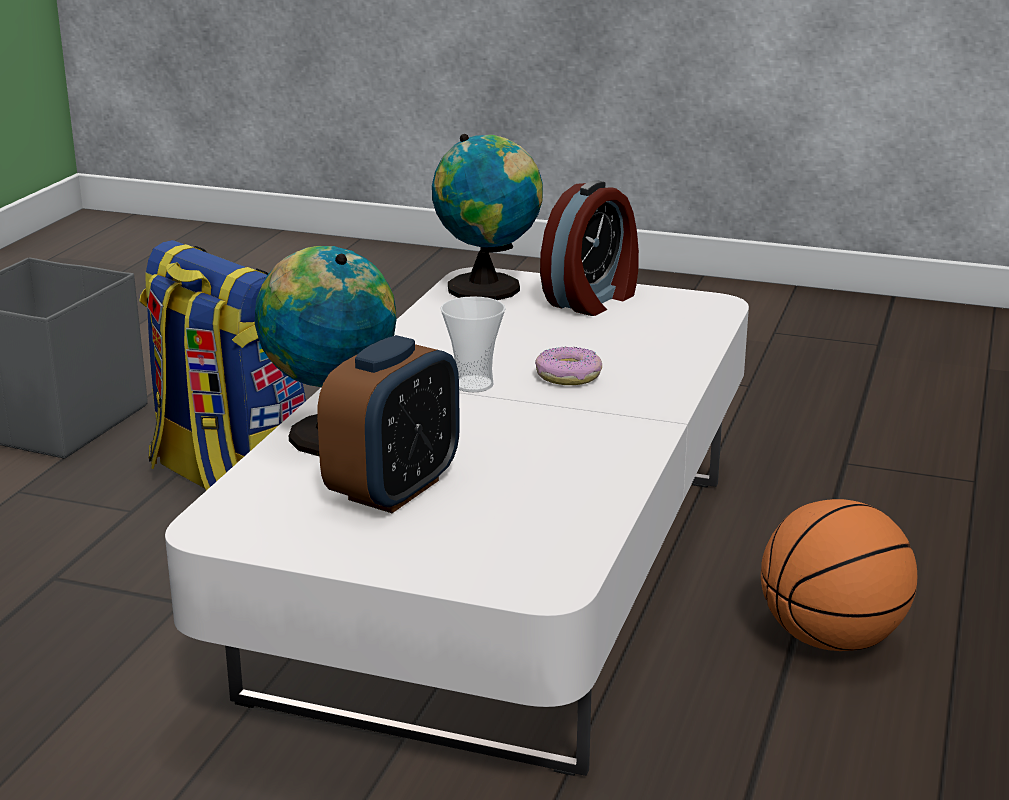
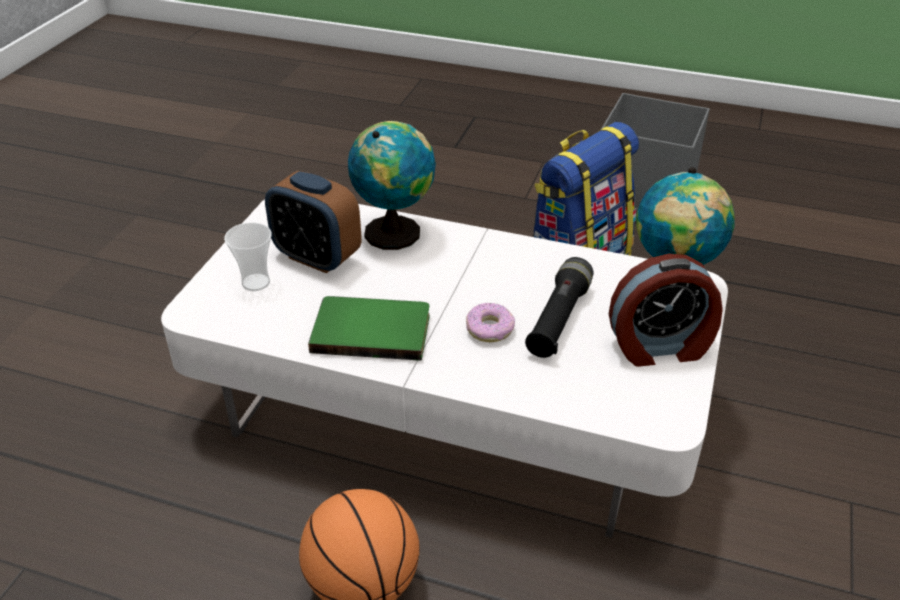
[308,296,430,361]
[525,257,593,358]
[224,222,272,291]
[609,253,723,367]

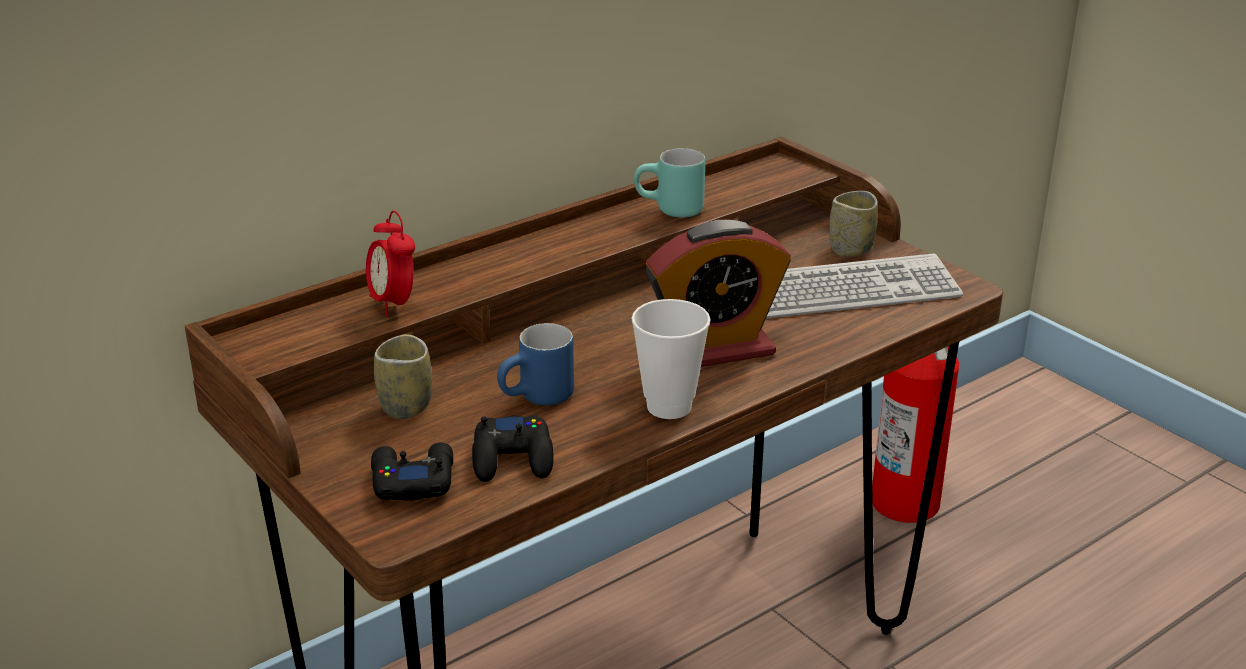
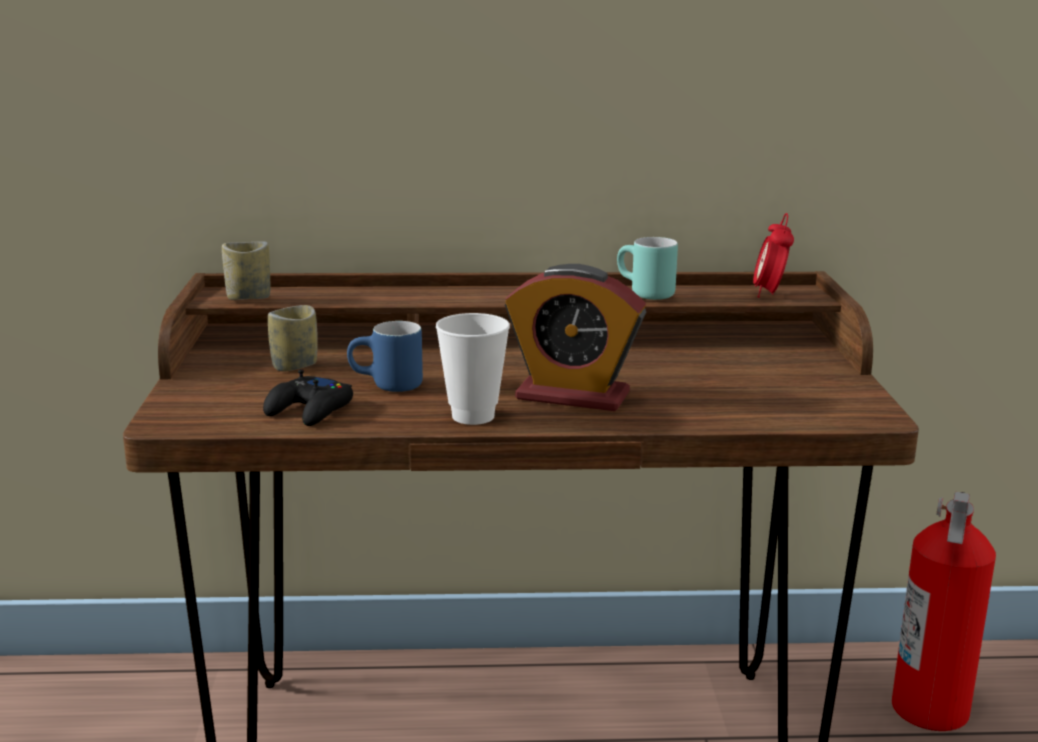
[371,443,453,501] (first image)
[766,254,963,319] (first image)
[753,213,794,298]
[222,241,270,300]

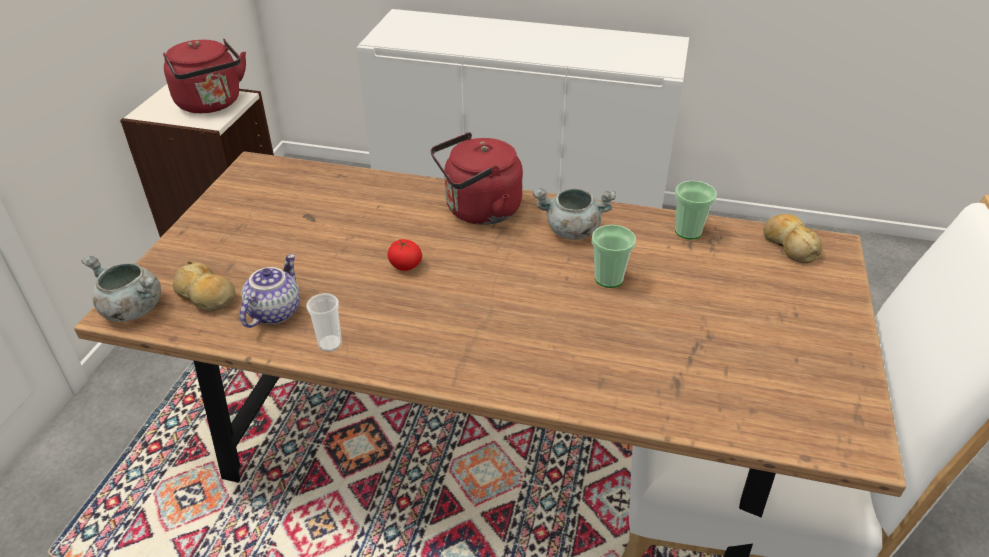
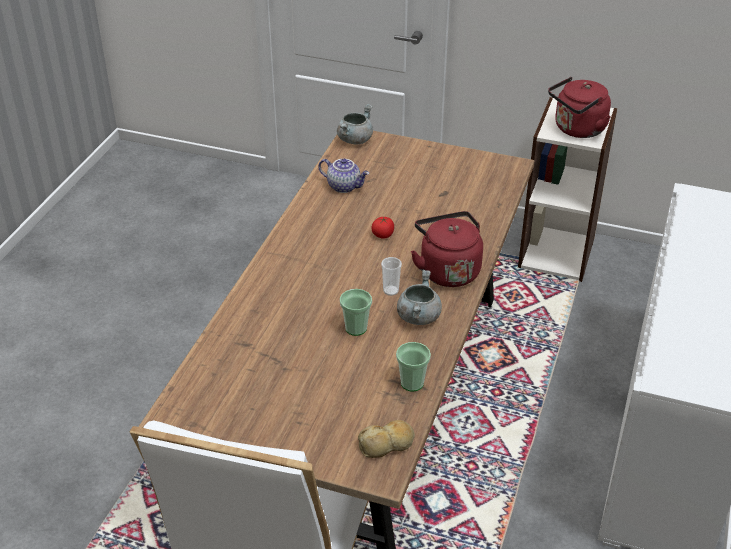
[173,261,236,311] (first image)
[381,257,402,296]

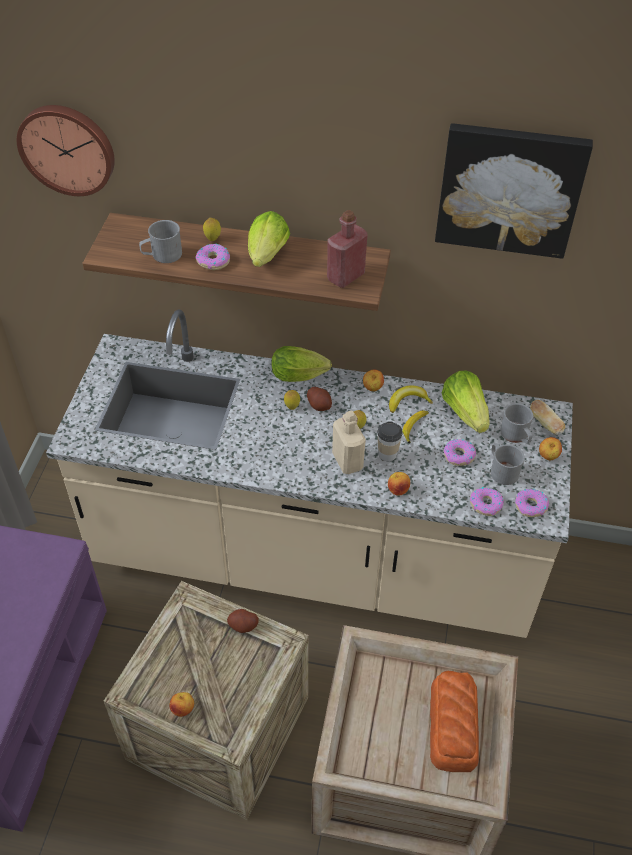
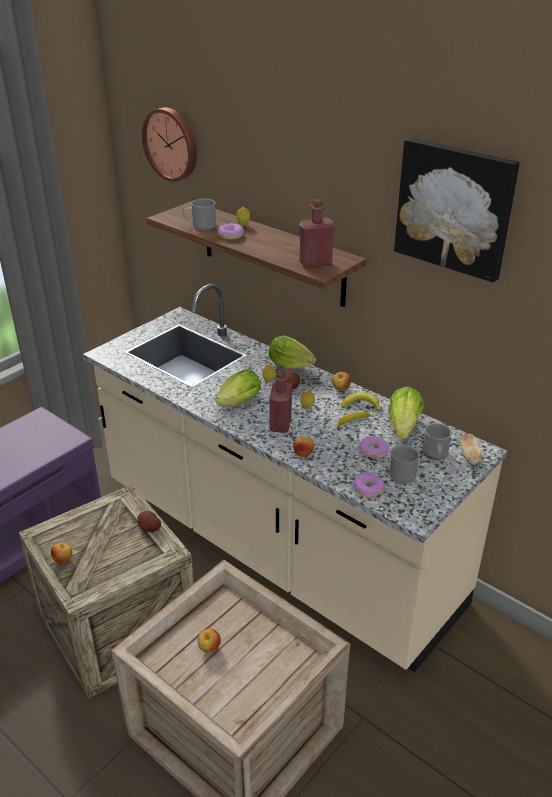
[377,421,402,461] (first image)
[430,671,479,772] (first image)
[515,489,549,517] (first image)
[215,370,261,406]
[198,629,221,652]
[269,370,292,433]

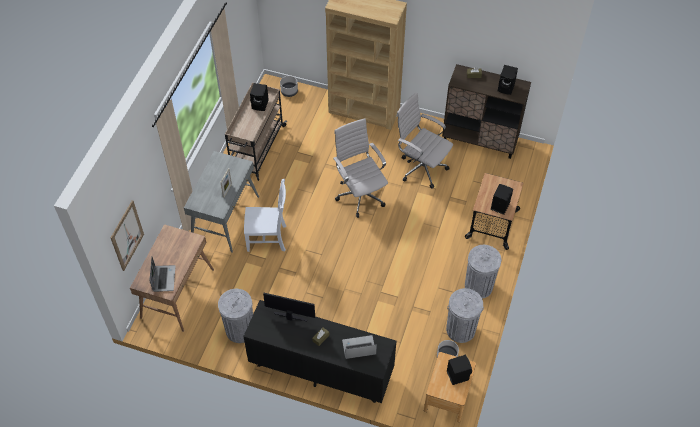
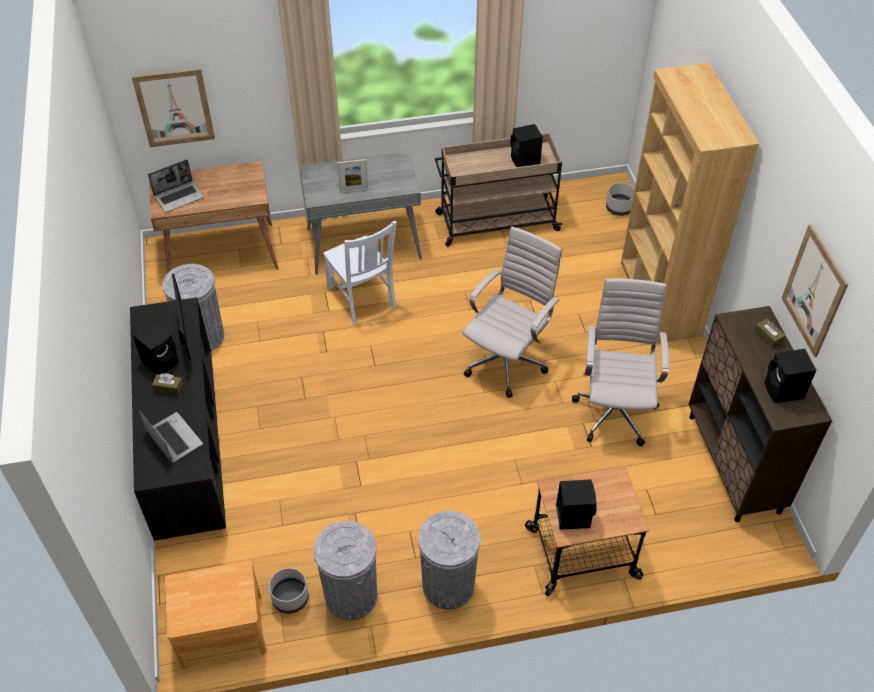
[782,225,848,357]
[133,321,179,374]

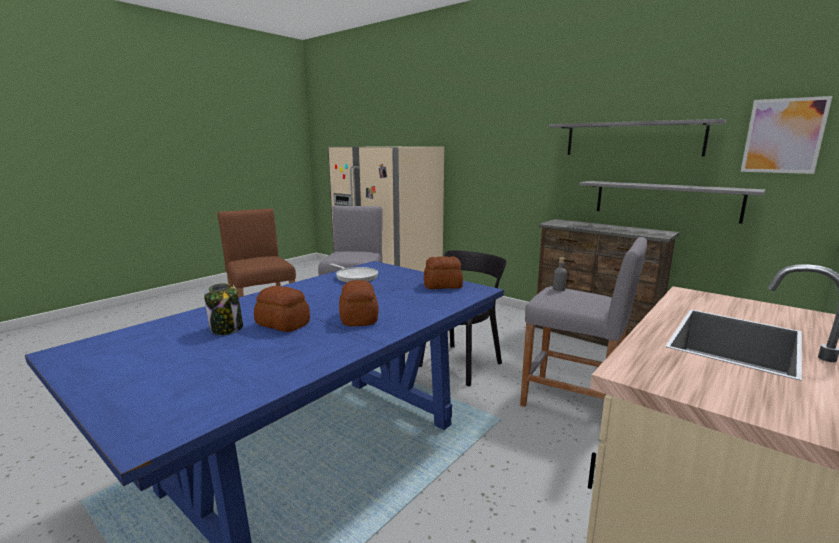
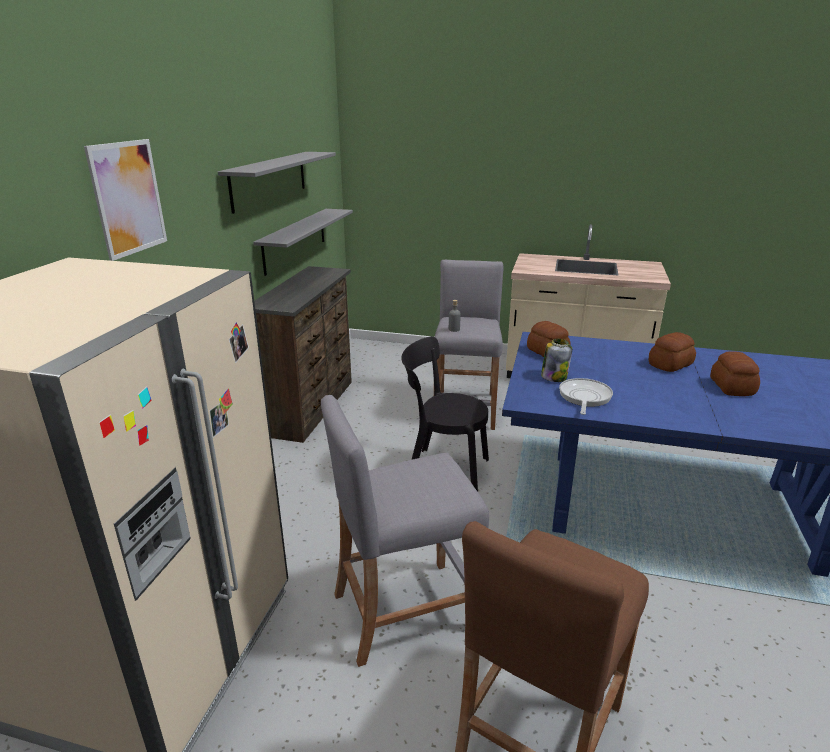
[541,339,572,382]
[84,139,167,261]

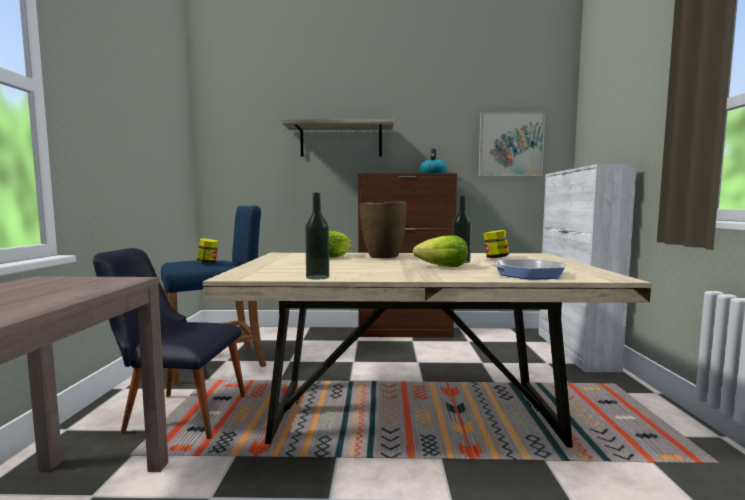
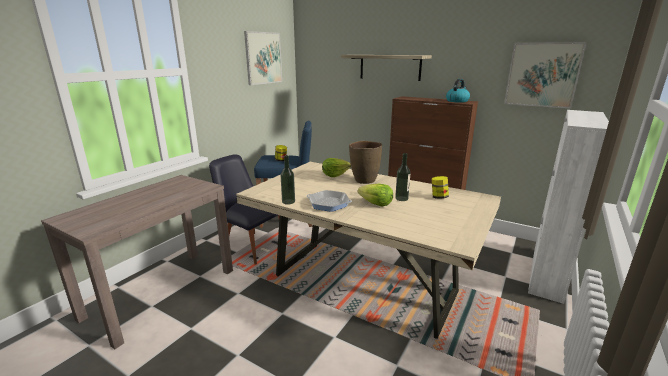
[244,31,282,85]
[307,190,352,212]

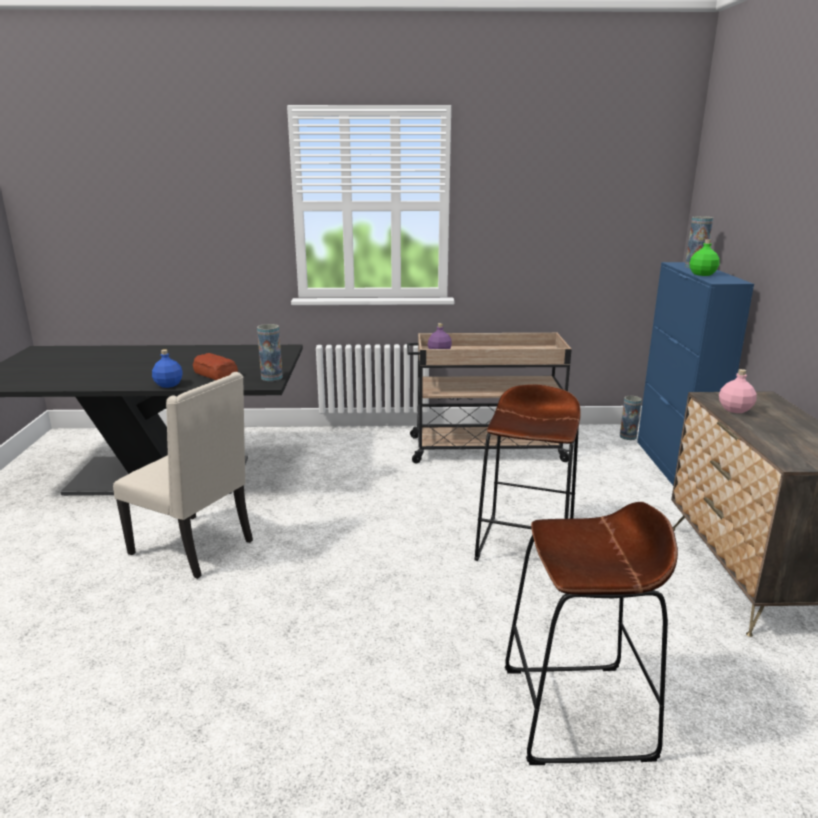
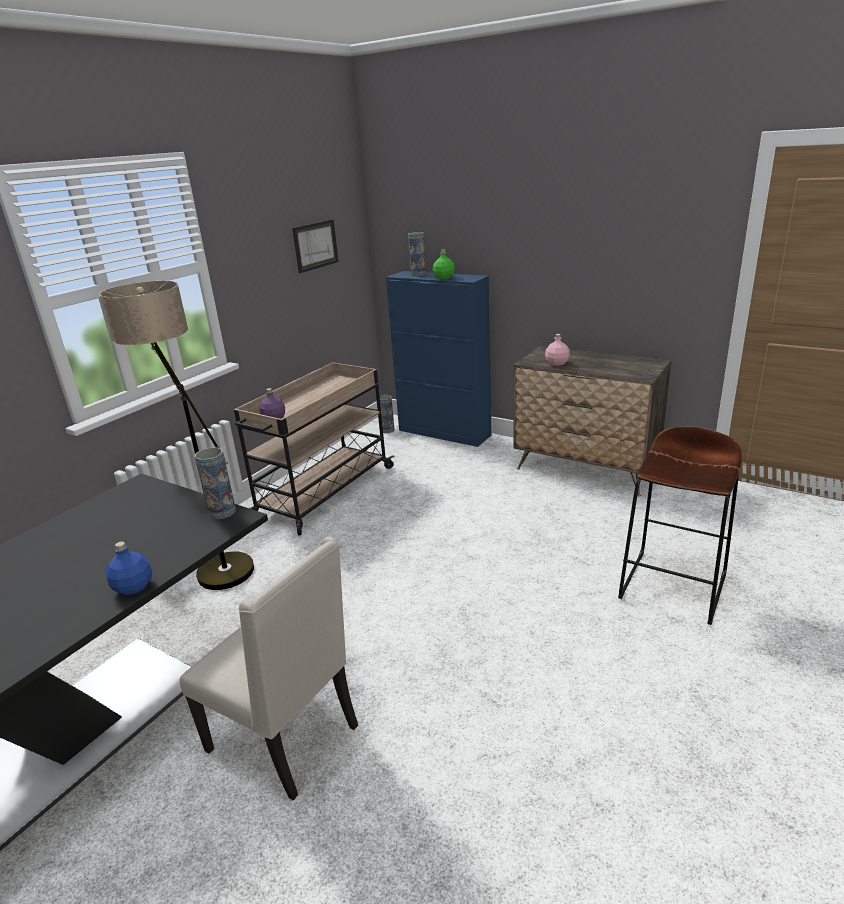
[193,353,238,380] (first image)
[475,384,581,561] (first image)
[99,281,254,590]
[292,219,339,273]
[180,536,358,800]

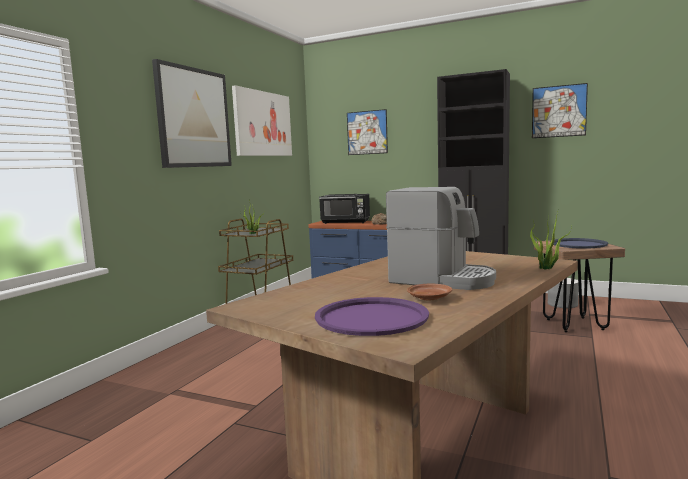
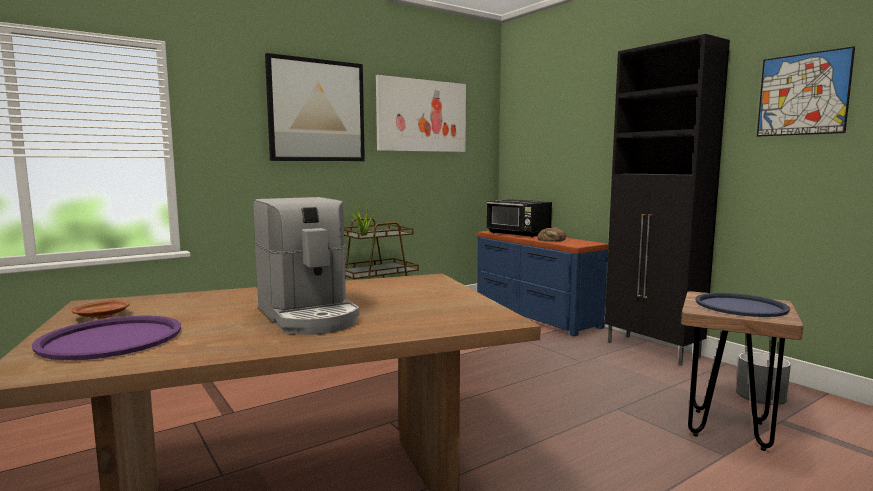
[347,109,388,155] (first image)
[530,212,572,269] (first image)
[71,300,130,319]

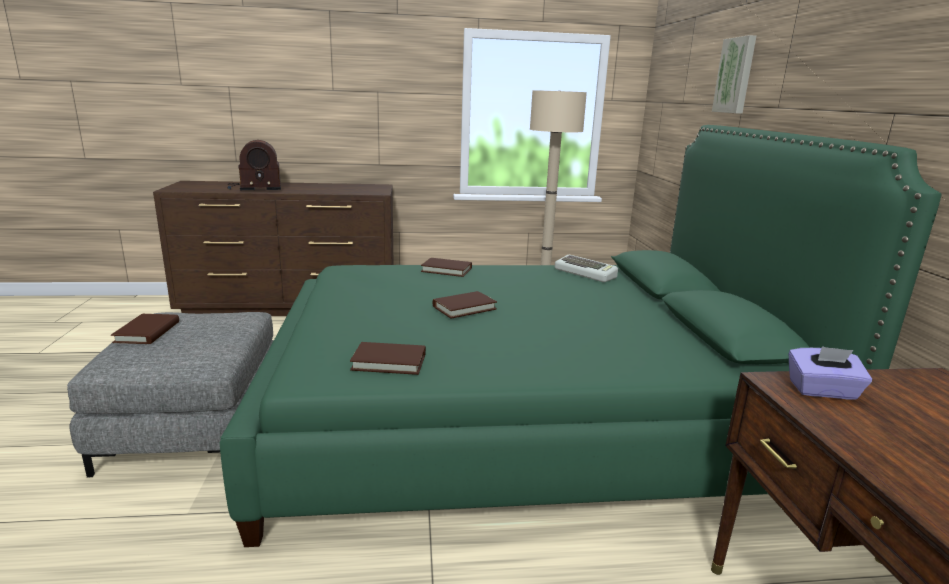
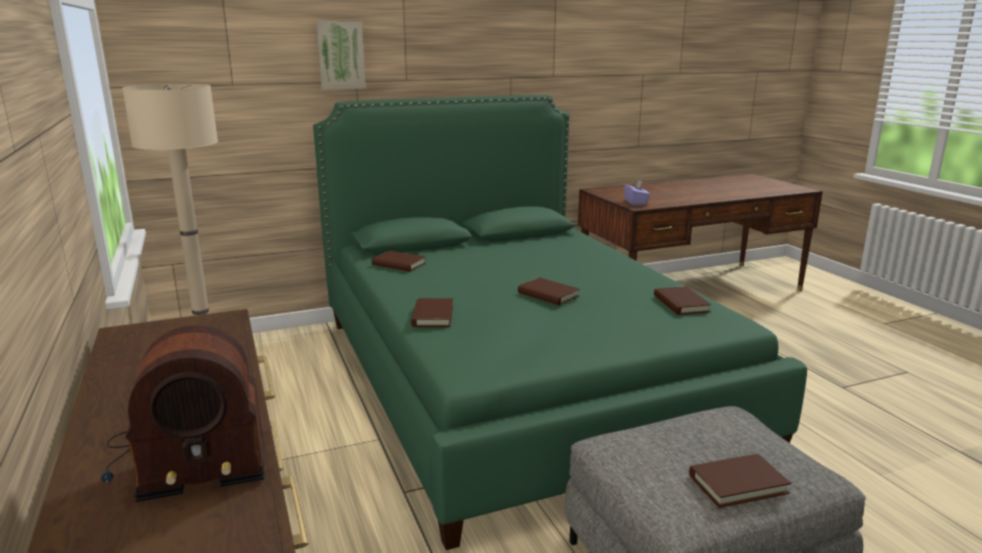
[372,251,426,272]
[101,325,264,502]

